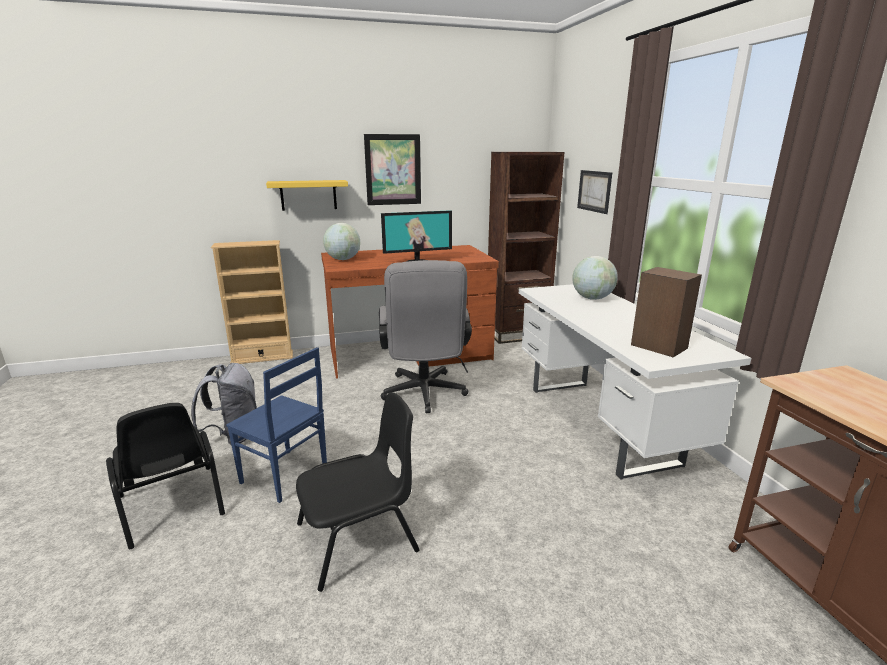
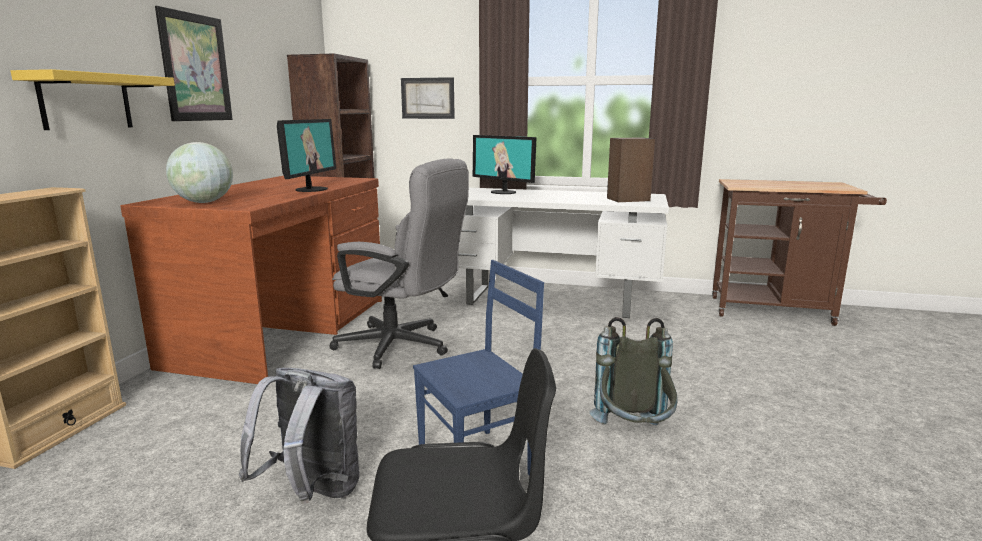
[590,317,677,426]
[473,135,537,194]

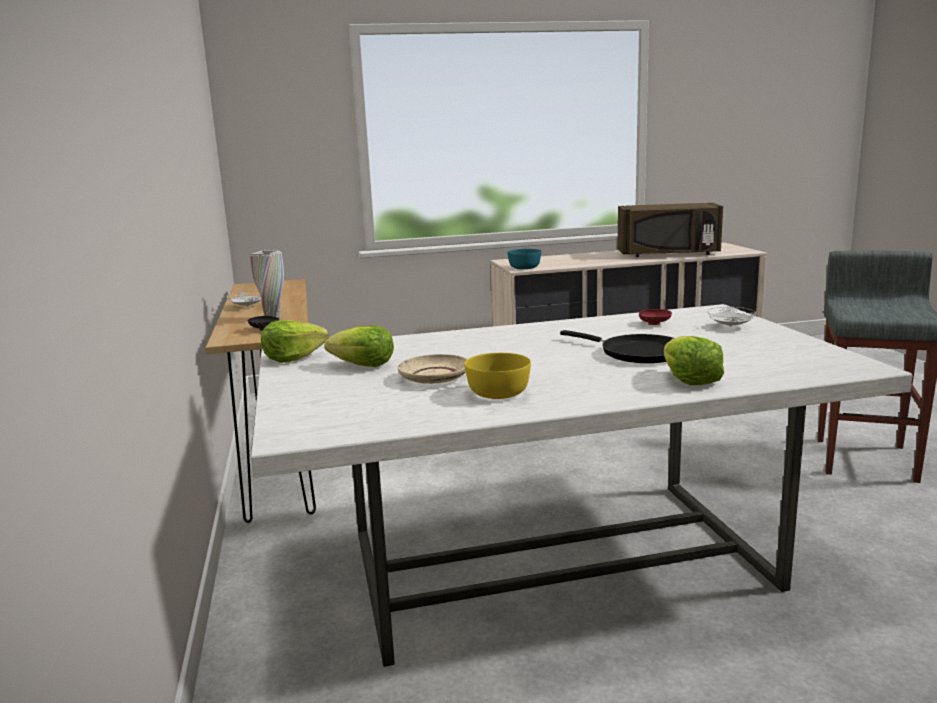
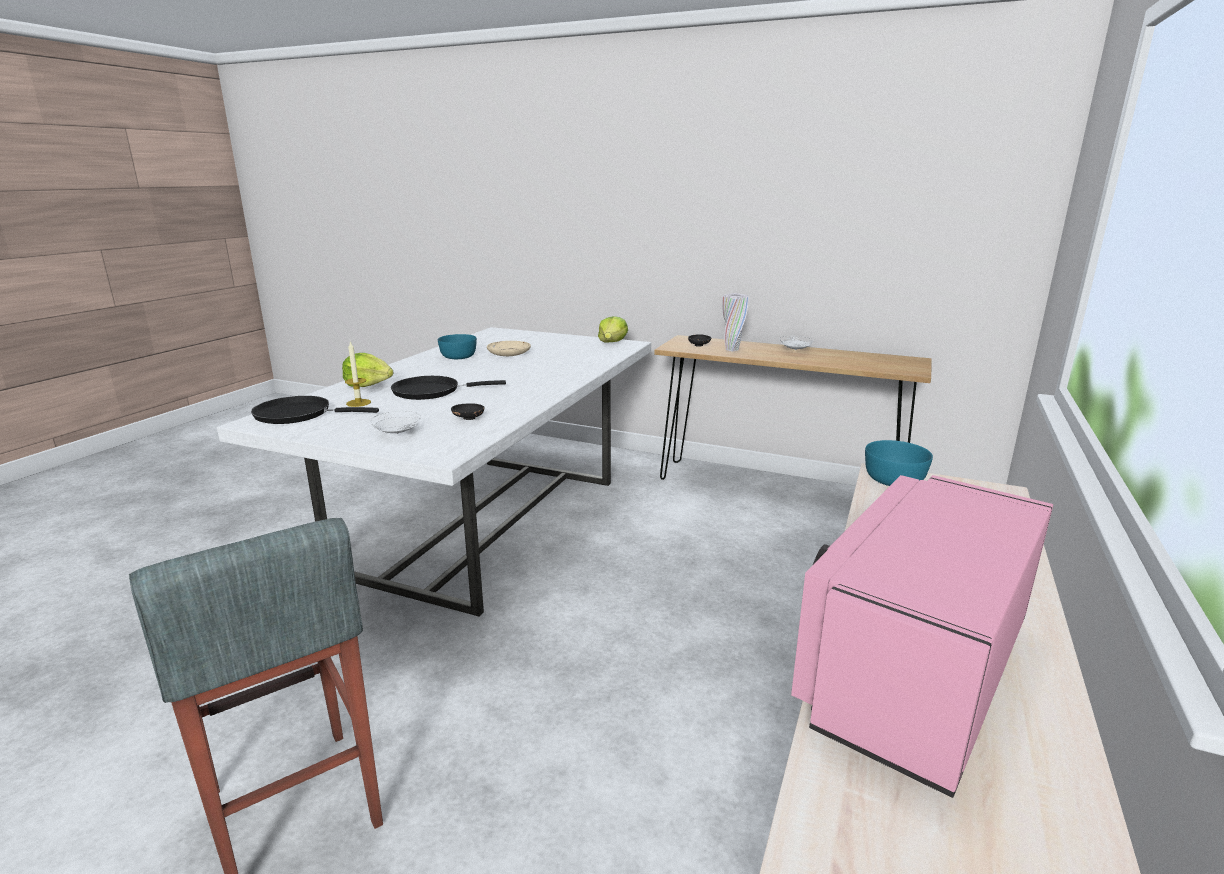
[324,325,394,367] (first image)
[251,396,379,424]
[345,342,371,407]
[438,334,477,359]
[791,475,1053,798]
[451,403,484,420]

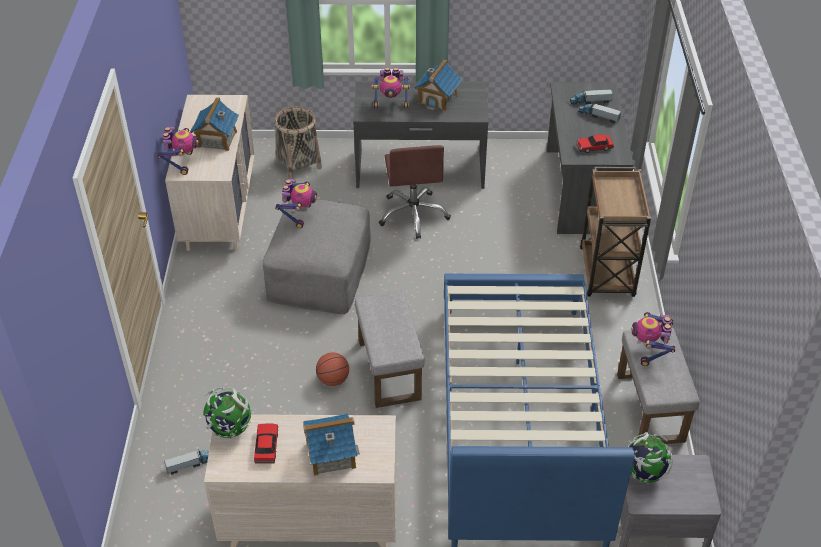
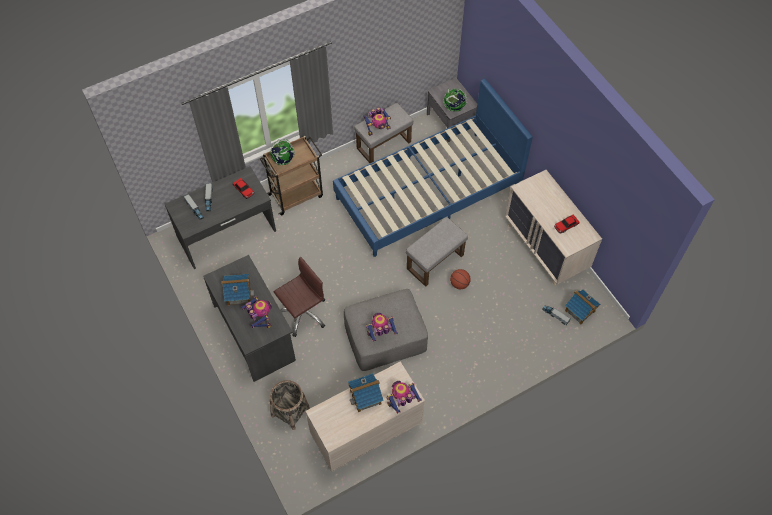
[270,139,295,165]
[565,290,600,325]

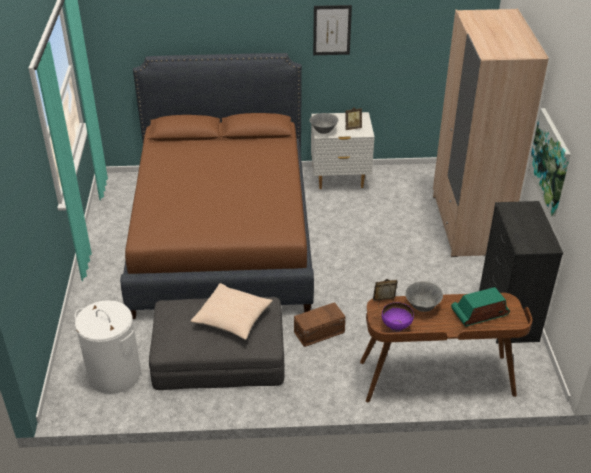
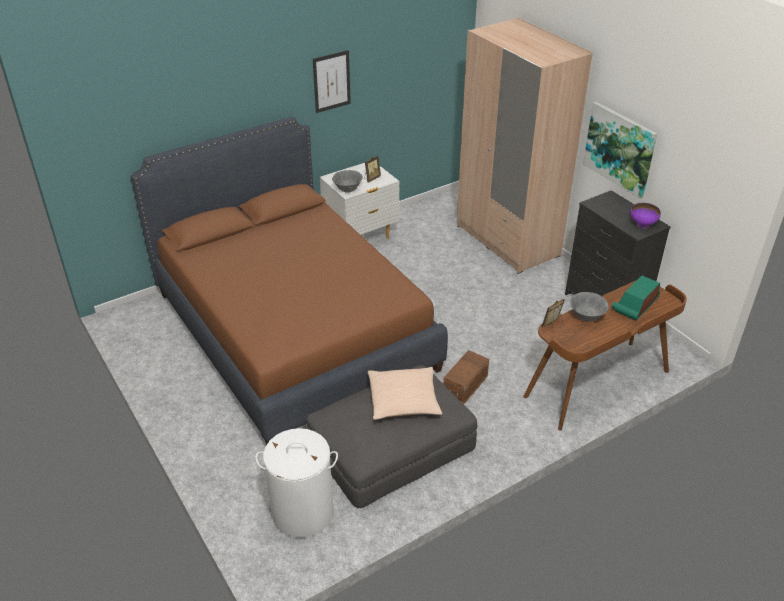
[631,203,661,229]

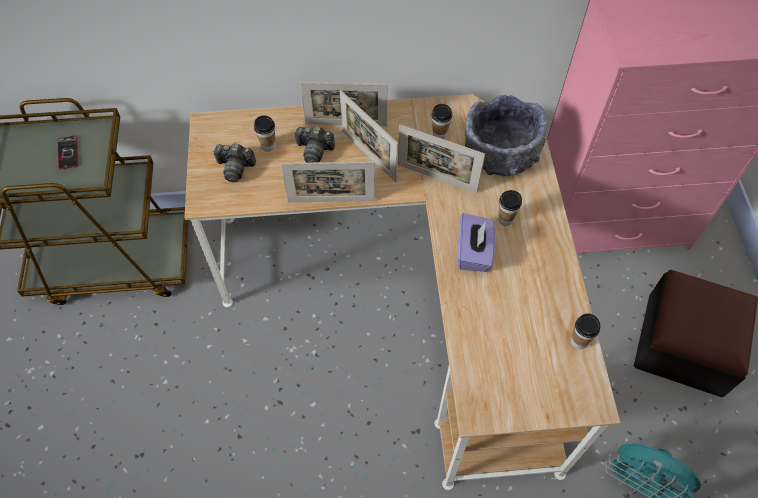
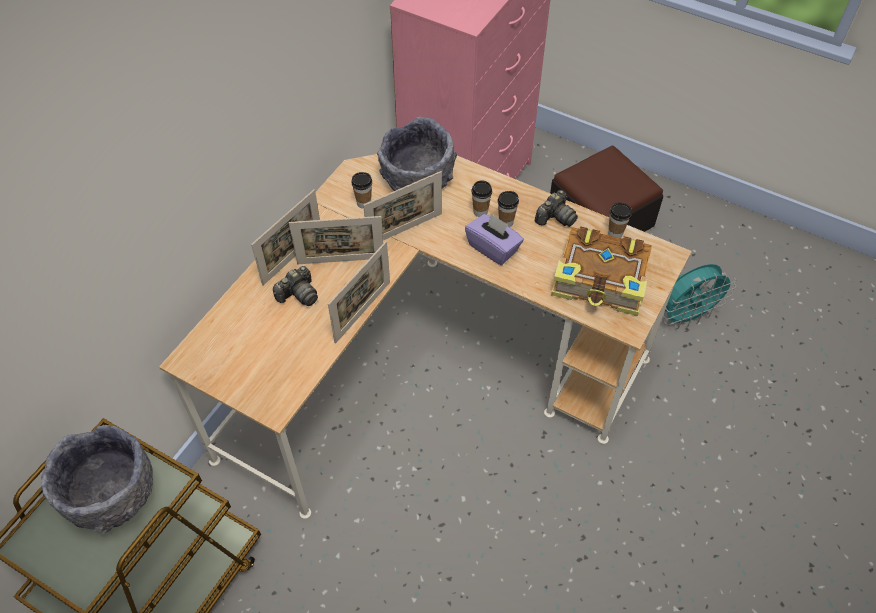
[551,226,652,316]
[535,190,578,227]
[498,191,519,227]
[41,425,153,534]

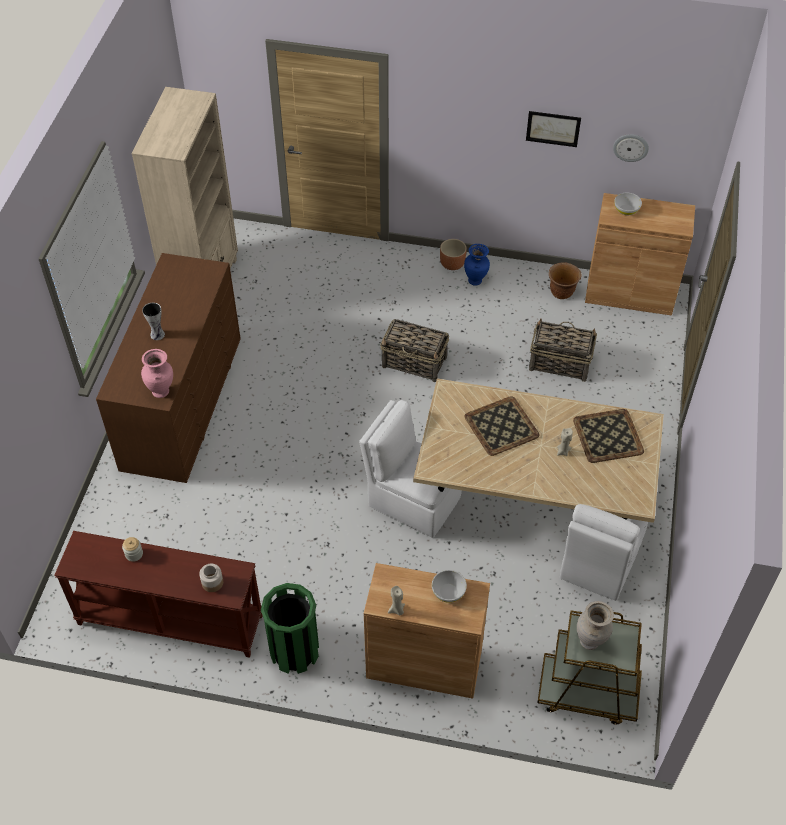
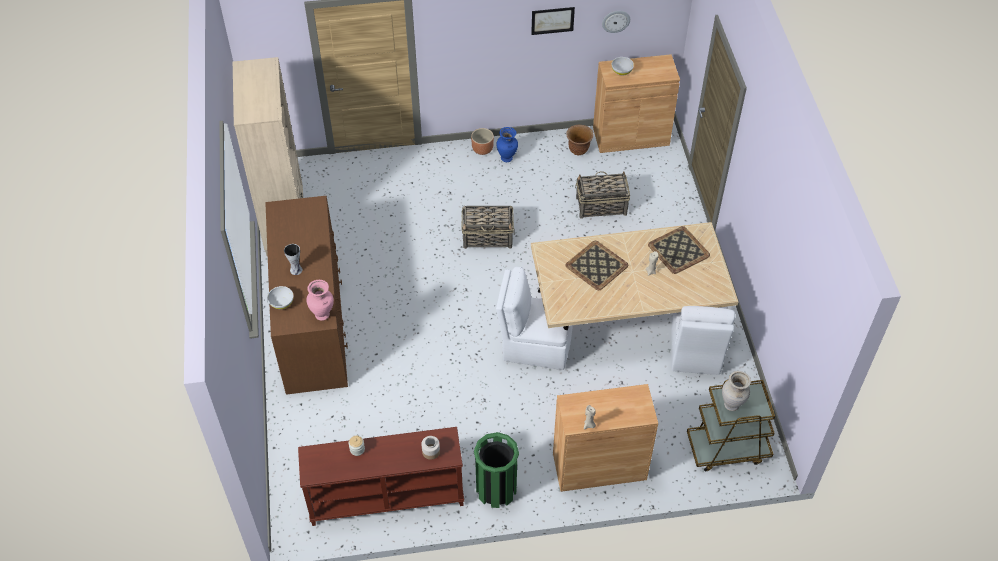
[267,286,294,309]

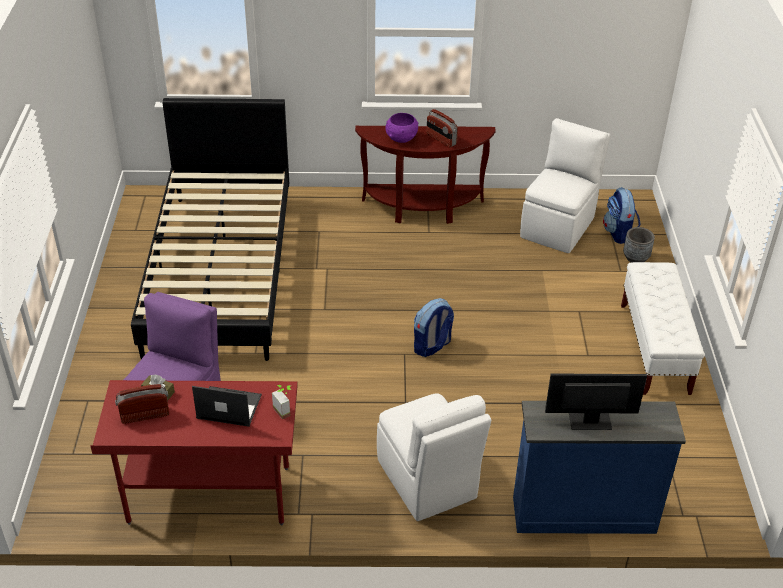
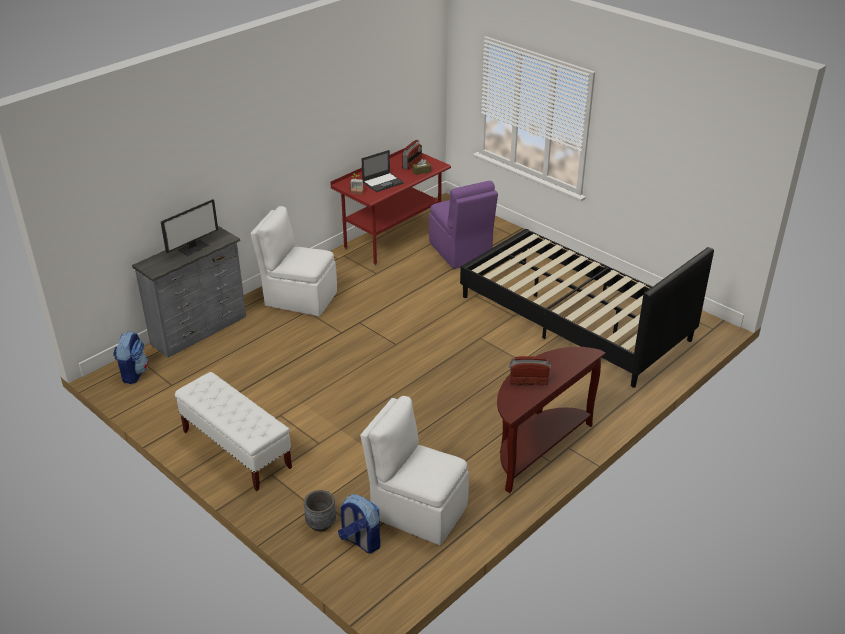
[385,113,419,143] (first image)
[113,331,149,384]
[132,226,246,358]
[360,396,469,545]

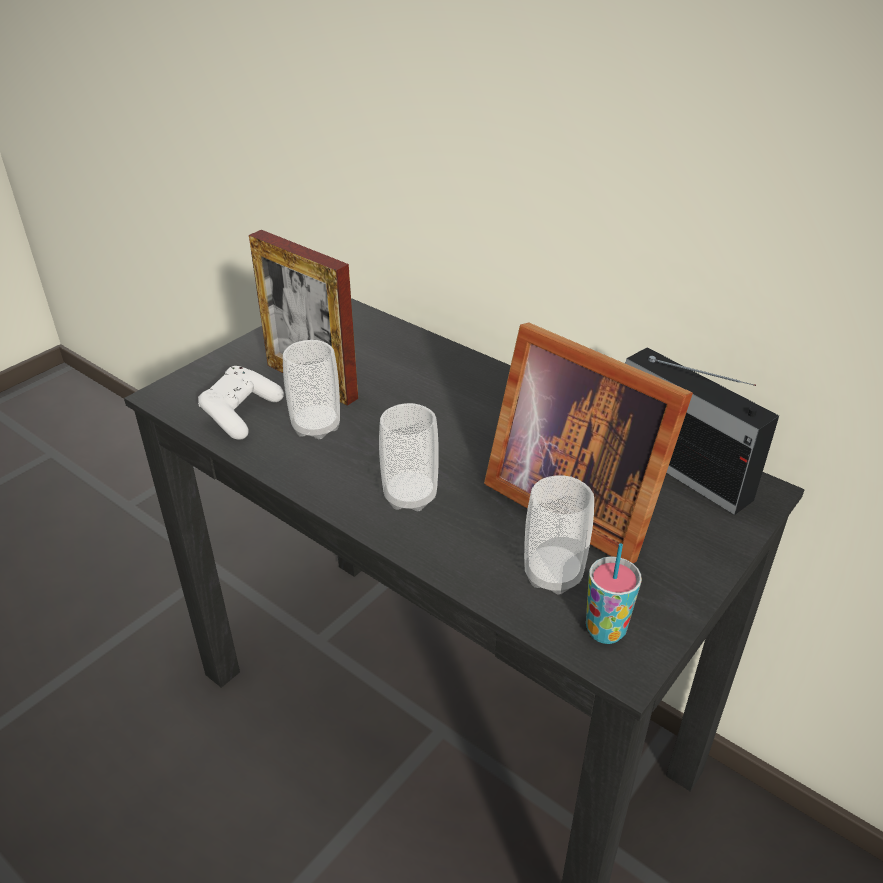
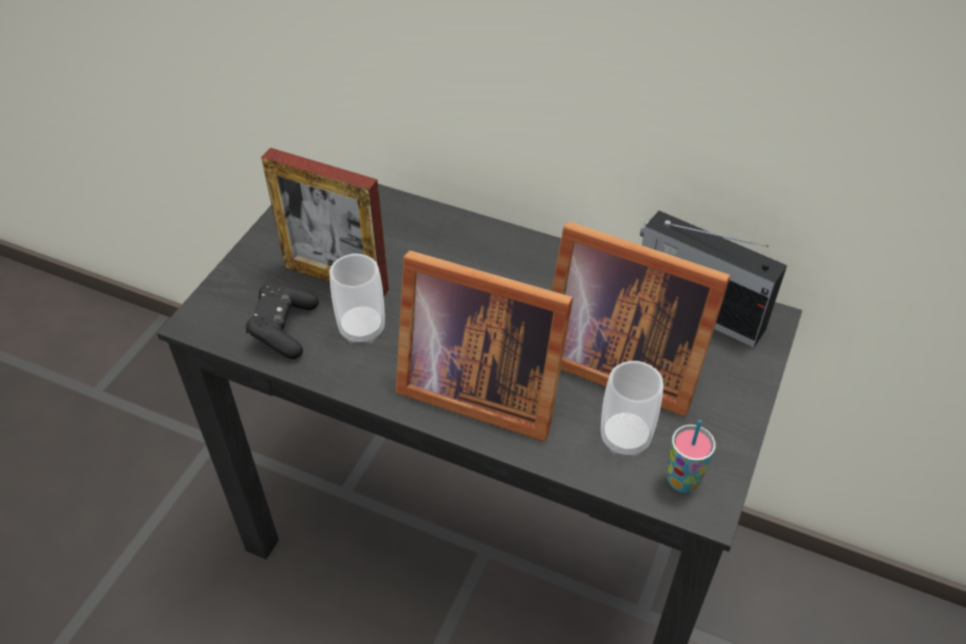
[396,251,573,442]
[246,283,319,359]

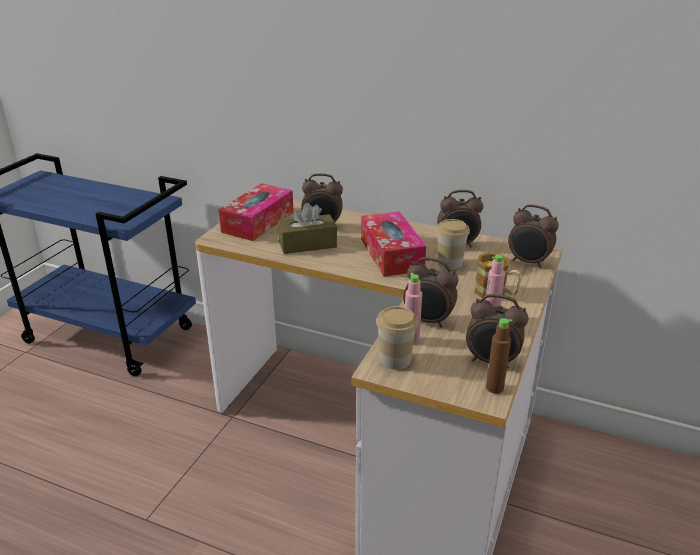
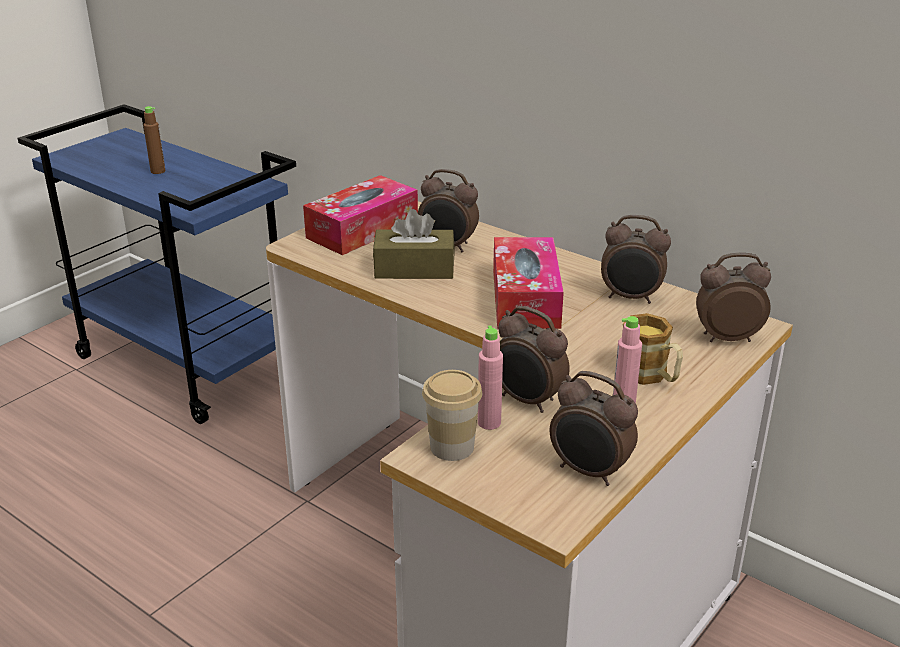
[436,219,470,270] (first image)
[143,106,166,174]
[696,253,771,342]

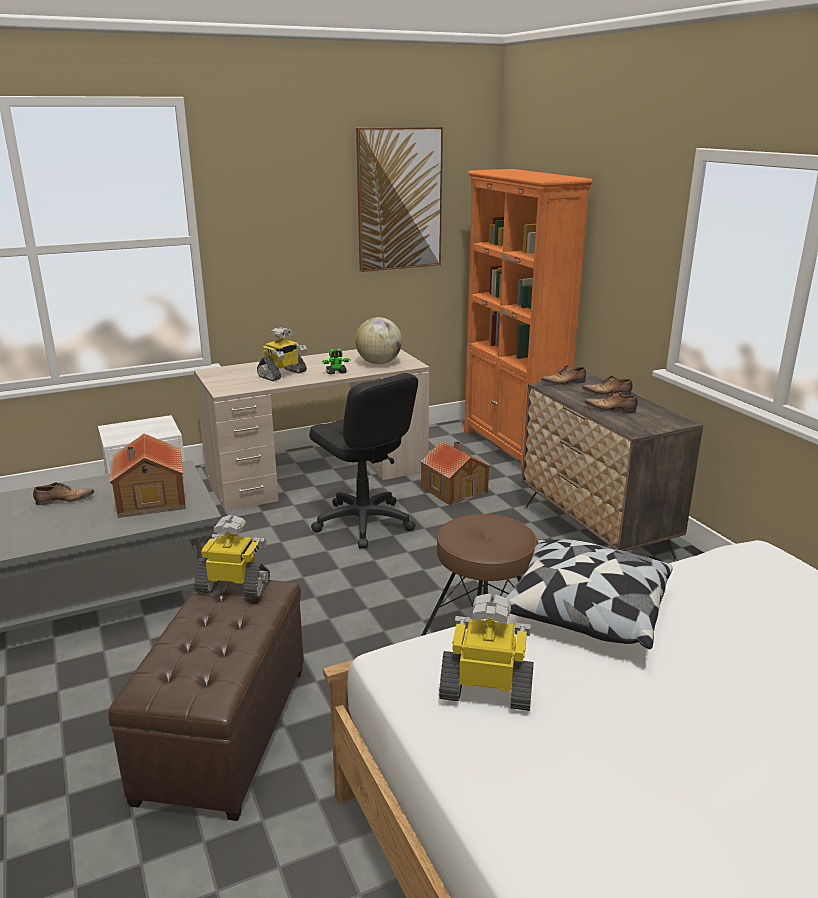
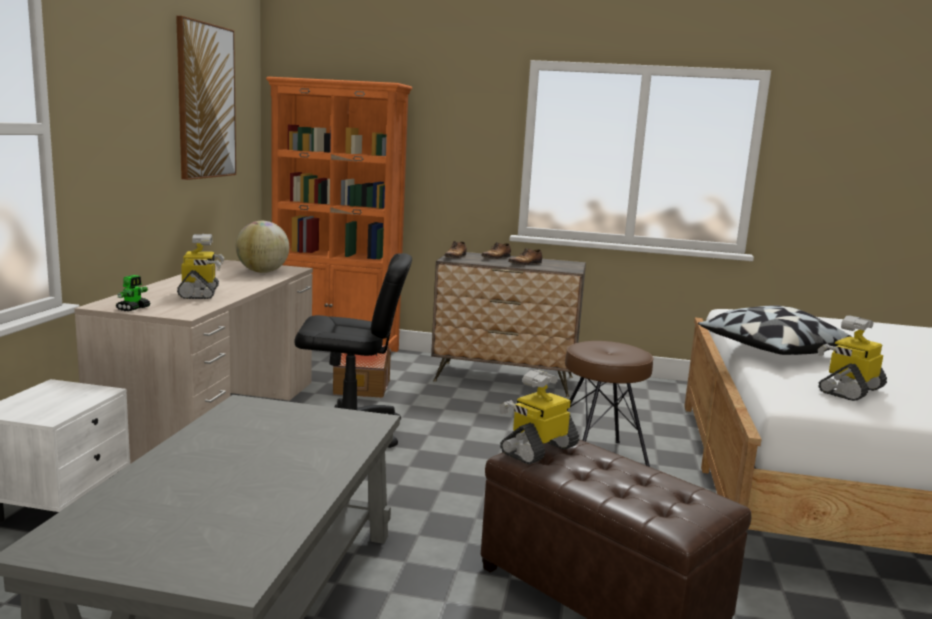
[33,482,94,505] (first image)
[110,434,186,518] (first image)
[116,275,150,311]

